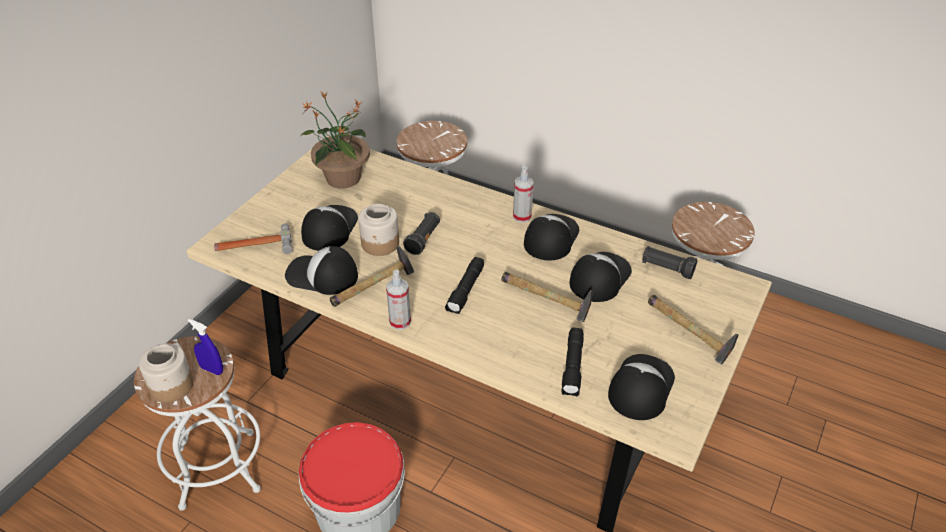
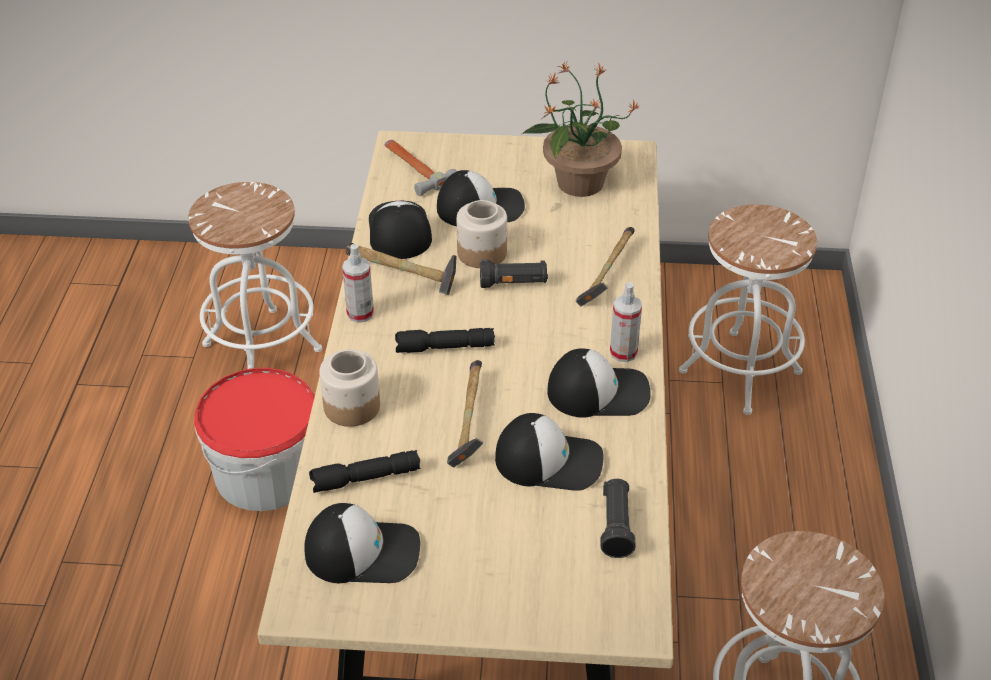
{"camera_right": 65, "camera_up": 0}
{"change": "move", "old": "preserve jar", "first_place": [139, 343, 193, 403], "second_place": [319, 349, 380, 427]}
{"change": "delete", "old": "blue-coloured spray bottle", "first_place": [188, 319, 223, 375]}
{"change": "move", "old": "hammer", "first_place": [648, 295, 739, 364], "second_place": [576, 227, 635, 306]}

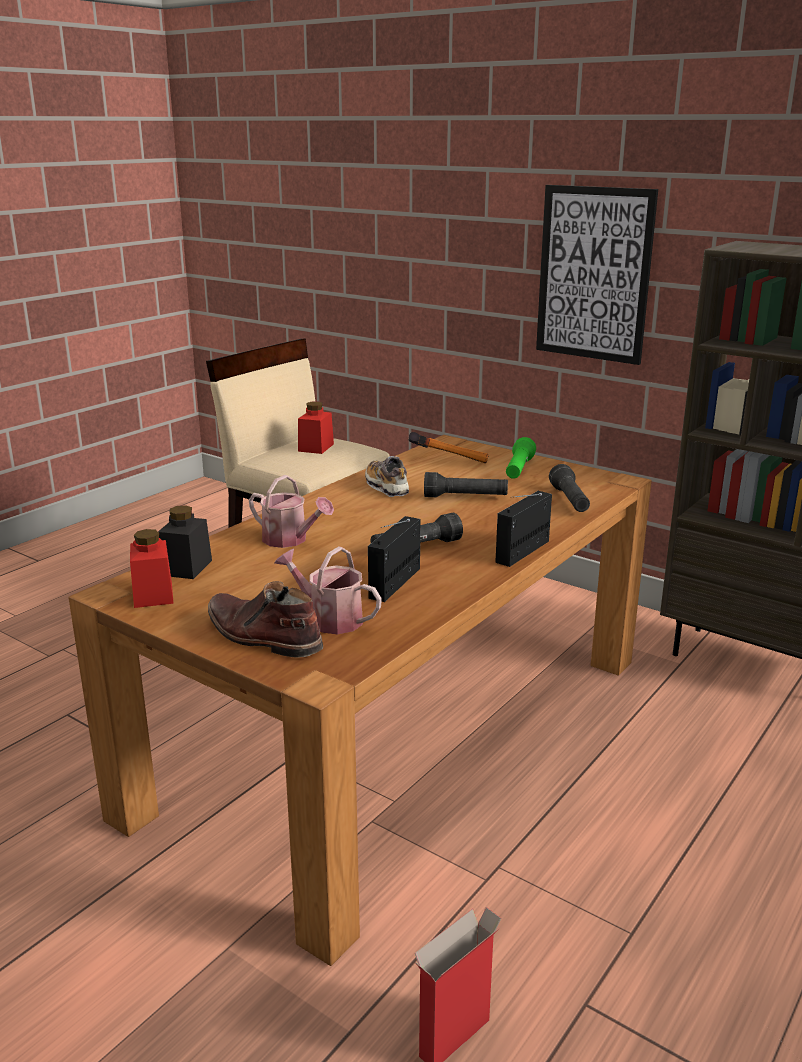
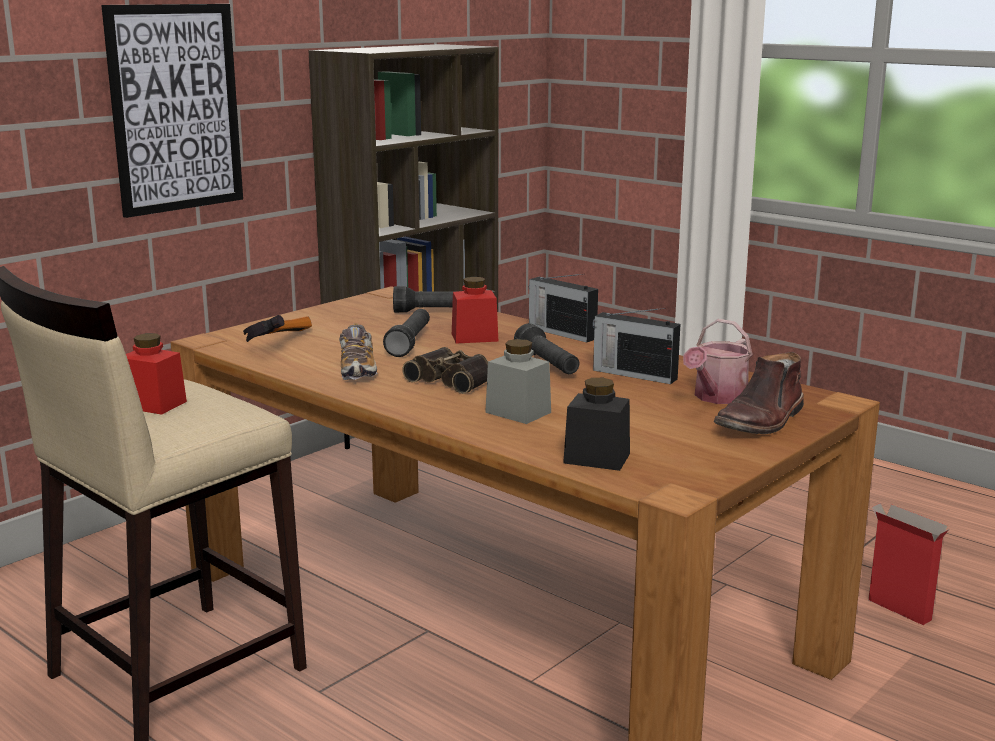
{"camera_right": -85, "camera_up": -5}
{"change": "move", "old": "red-coloured preserve jar", "first_place": [130, 529, 174, 608], "second_place": [452, 277, 499, 344]}
{"change": "replace", "old": "watering pot", "new": "greyish preserve jar", "first_place": [249, 475, 334, 548], "second_place": [485, 339, 551, 424]}
{"change": "rotate", "old": "item of footwear", "first_place": [365, 456, 409, 497], "second_place": [339, 323, 378, 380], "degrees": -75}
{"change": "delete", "old": "greenish hand torch", "first_place": [506, 437, 536, 479]}
{"change": "insert", "new": "field glasses", "second_place": [403, 347, 488, 394]}

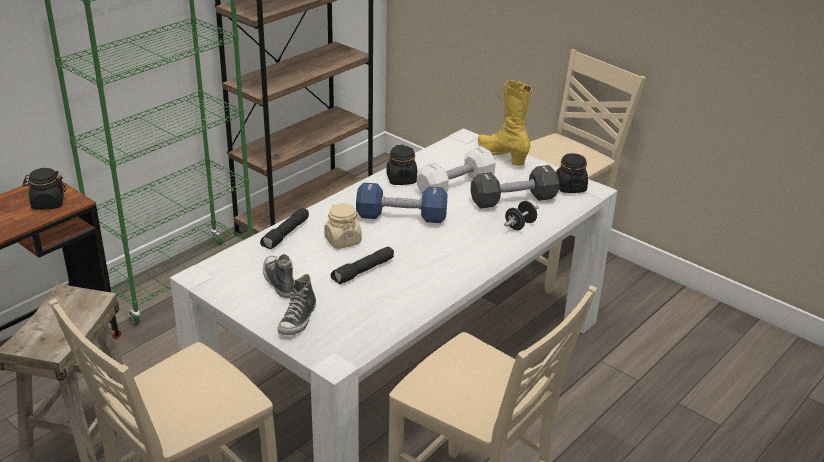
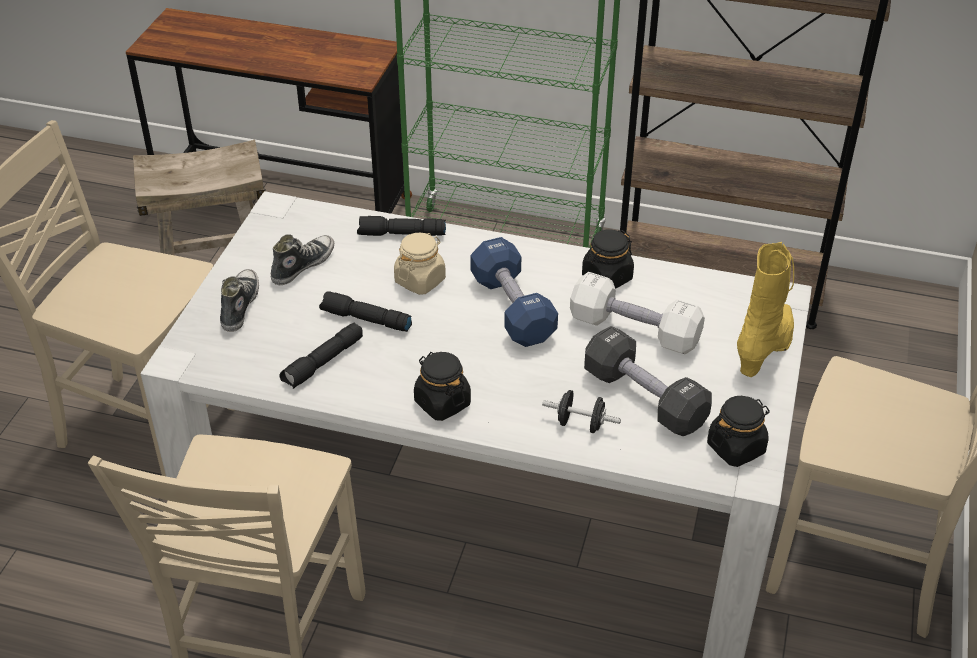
{"camera_right": 65, "camera_up": 10}
{"change": "move", "old": "blackish preserve jar", "first_place": [23, 168, 66, 210], "second_place": [414, 352, 471, 421]}
{"change": "rotate", "old": "item of footwear", "first_place": [278, 274, 316, 335], "second_place": [220, 269, 259, 332], "degrees": 105}
{"change": "insert", "new": "blackish hand torch", "second_place": [279, 323, 363, 389]}

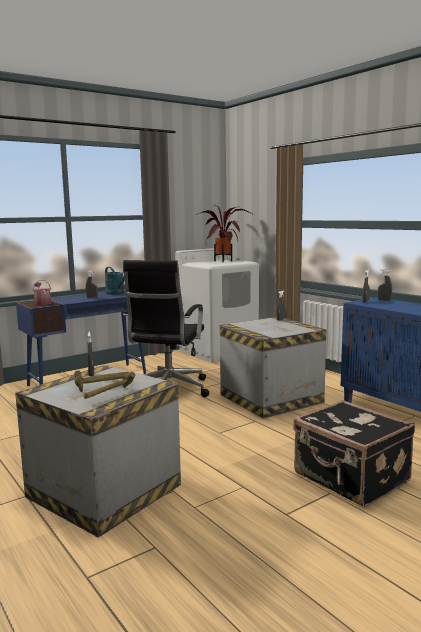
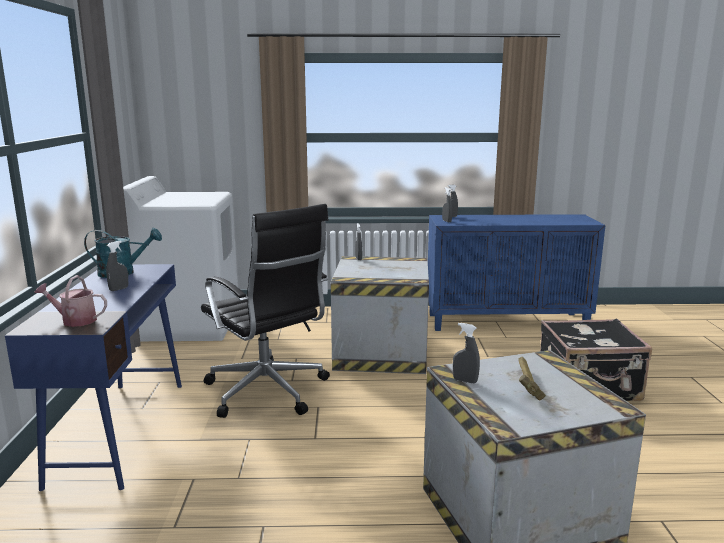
{"camera_right": -55, "camera_up": 5}
{"change": "delete", "old": "hammer", "first_place": [84, 372, 135, 399]}
{"change": "delete", "old": "potted plant", "first_place": [196, 206, 254, 262]}

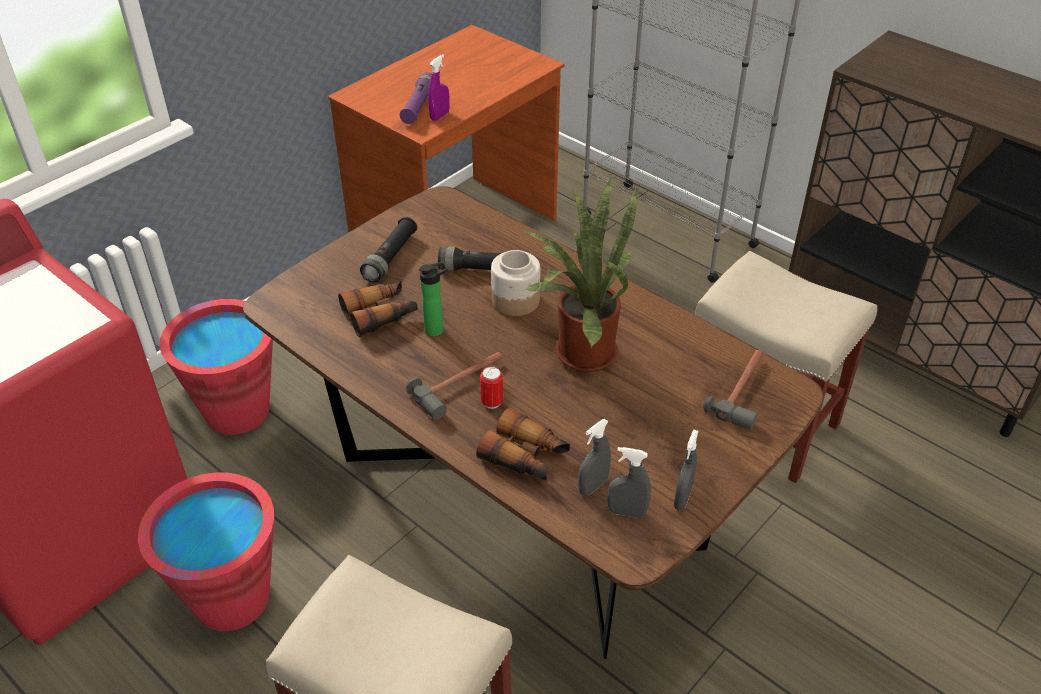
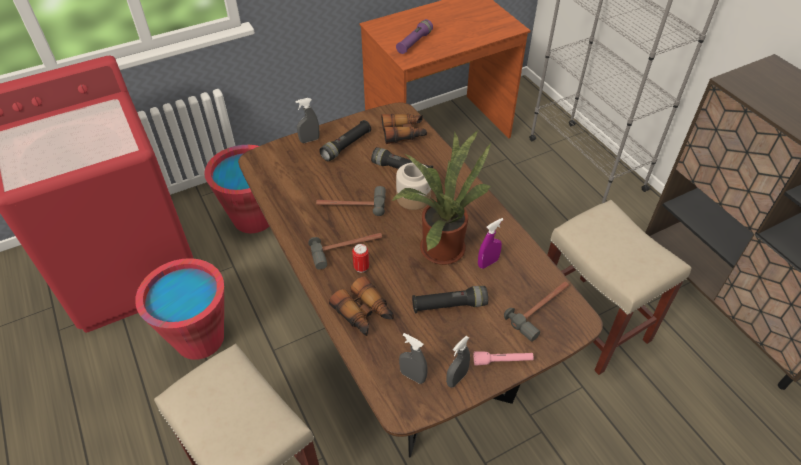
{"camera_right": 20, "camera_up": 5}
{"change": "move", "old": "field glasses", "first_place": [338, 281, 418, 338], "second_place": [381, 114, 427, 144]}
{"change": "replace", "old": "drink bottle", "new": "hammer", "first_place": [419, 261, 448, 336], "second_place": [316, 186, 386, 216]}
{"change": "move", "old": "purple-coloured spray bottle", "first_place": [428, 55, 450, 121], "second_place": [478, 218, 504, 269]}
{"change": "move", "old": "greyish spray bottle", "first_place": [578, 419, 611, 496], "second_place": [296, 98, 320, 143]}
{"change": "insert", "new": "blackish hand torch", "second_place": [412, 286, 488, 314]}
{"change": "insert", "new": "pinkish hand torch", "second_place": [474, 351, 534, 366]}

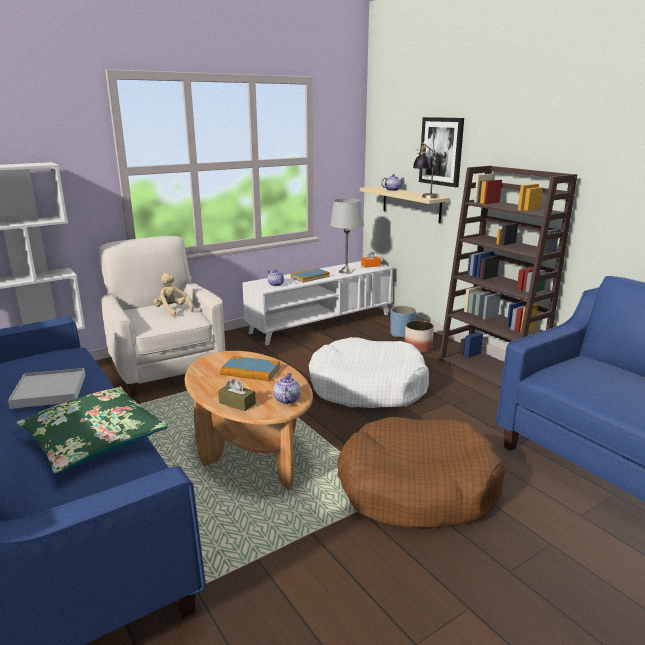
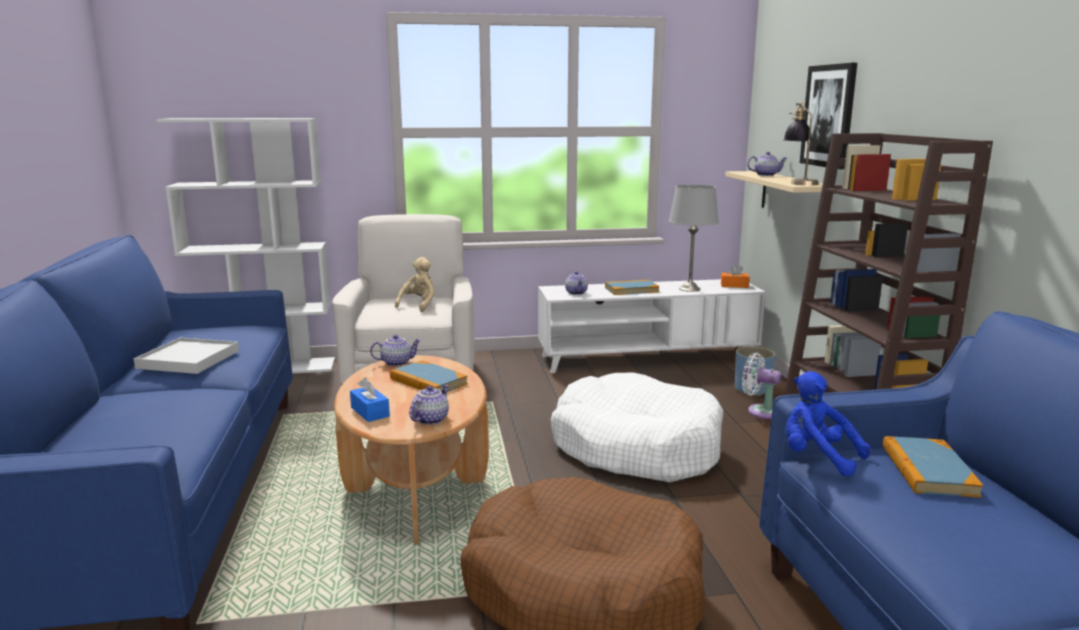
{"camera_right": 25, "camera_up": -5}
{"change": "delete", "old": "greenish throw pillow", "first_place": [16, 386, 169, 474]}
{"change": "rotate", "old": "sand-coloured cuddly toy", "first_place": [153, 273, 194, 317], "second_place": [395, 257, 434, 312], "degrees": 45}
{"change": "recolor", "old": "brown-coloured tissue holder", "new": "blue-coloured tissue holder", "first_place": [218, 379, 256, 411], "second_place": [350, 377, 390, 422]}
{"change": "replace", "old": "plant pot", "new": "whitish cooling fan", "first_place": [404, 321, 434, 353], "second_place": [742, 353, 782, 419]}
{"change": "insert", "new": "pot for tea", "second_place": [370, 335, 421, 367]}
{"change": "insert", "new": "blue-coloured cuddly toy", "second_place": [786, 371, 871, 477]}
{"change": "insert", "new": "bound book", "second_place": [883, 436, 984, 498]}

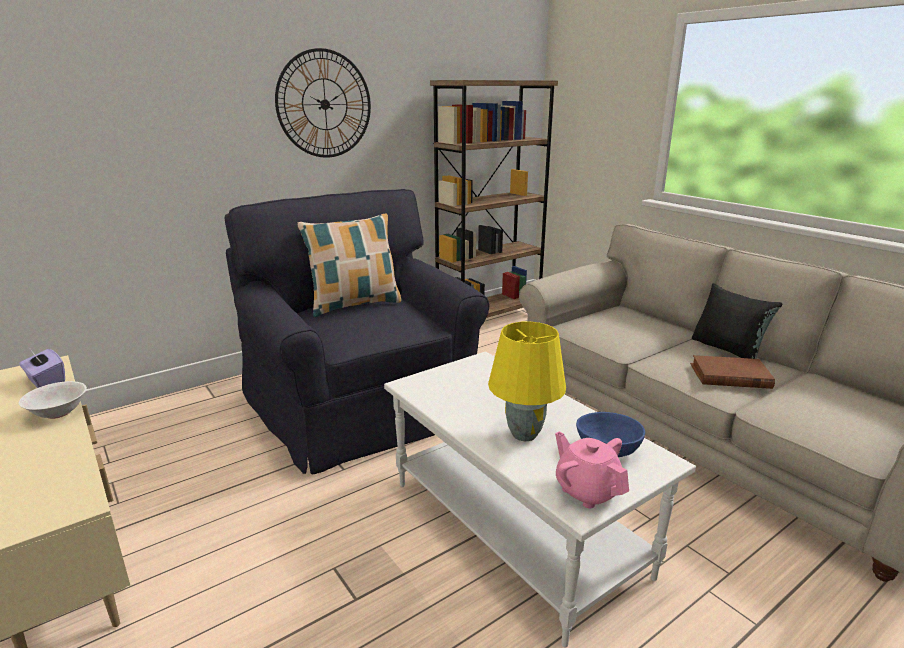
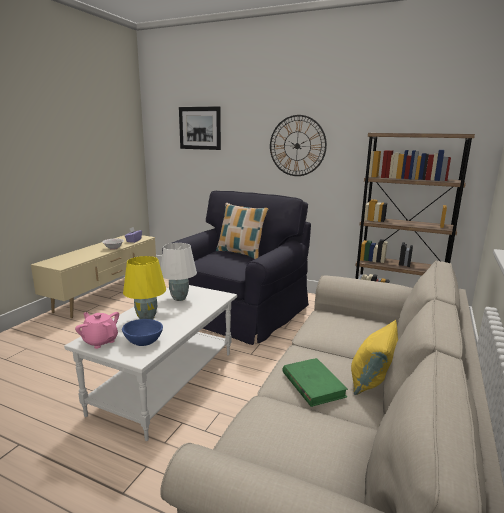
{"camera_right": 60, "camera_up": -5}
{"change": "rotate", "old": "pinkish pot for tea", "first_place": [555, 432, 629, 508], "second_place": [75, 312, 119, 349], "degrees": -75}
{"change": "recolor", "old": "brown-coloured bound book", "new": "greenish bound book", "first_place": [690, 355, 775, 389], "second_place": [282, 358, 348, 407]}
{"change": "recolor", "old": "blackish throw pillow", "new": "yellow throw pillow", "first_place": [692, 283, 782, 359], "second_place": [351, 320, 398, 395]}
{"change": "insert", "new": "whitish tabletop lamp", "second_place": [160, 243, 197, 301]}
{"change": "insert", "new": "wall picture", "second_place": [179, 106, 221, 150]}

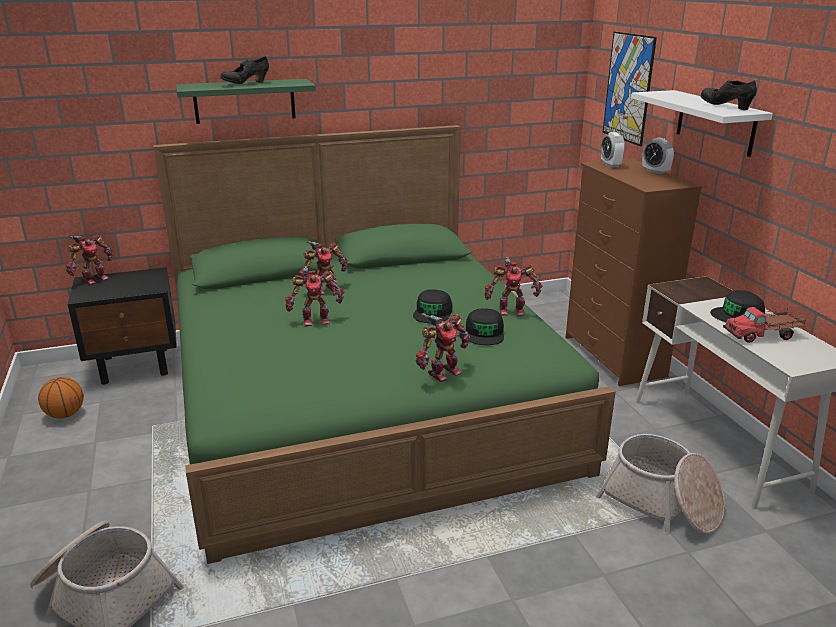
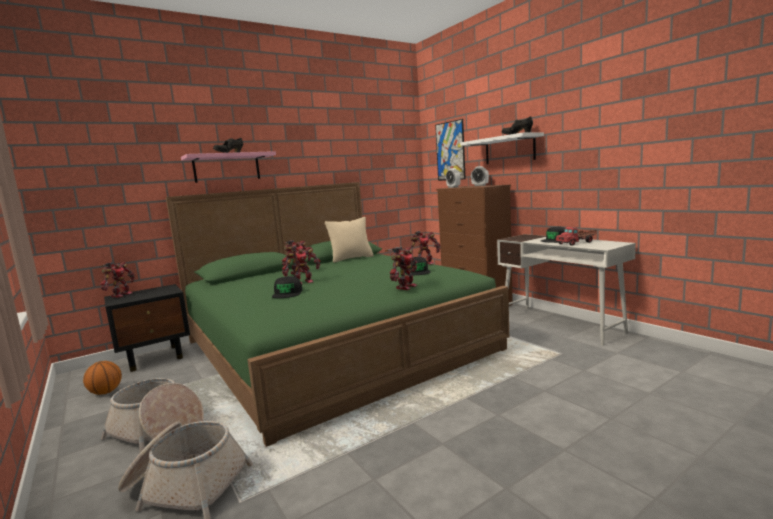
{"camera_right": -15, "camera_up": -15}
{"change": "recolor", "old": "greenish shelf", "new": "pinkish shelf", "first_place": [176, 79, 316, 124], "second_place": [181, 151, 276, 183]}
{"change": "move", "old": "blackish peaked cap", "first_place": [413, 289, 452, 323], "second_place": [272, 276, 302, 298]}
{"change": "move", "old": "storage basket", "first_place": [596, 434, 725, 534], "second_place": [101, 378, 204, 452]}
{"change": "insert", "new": "sand-coloured throw pillow", "second_place": [325, 217, 373, 263]}

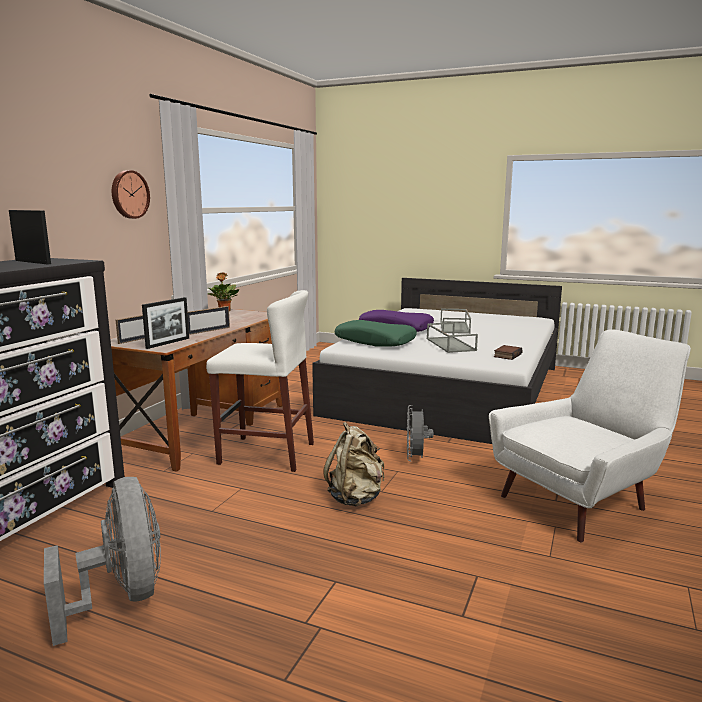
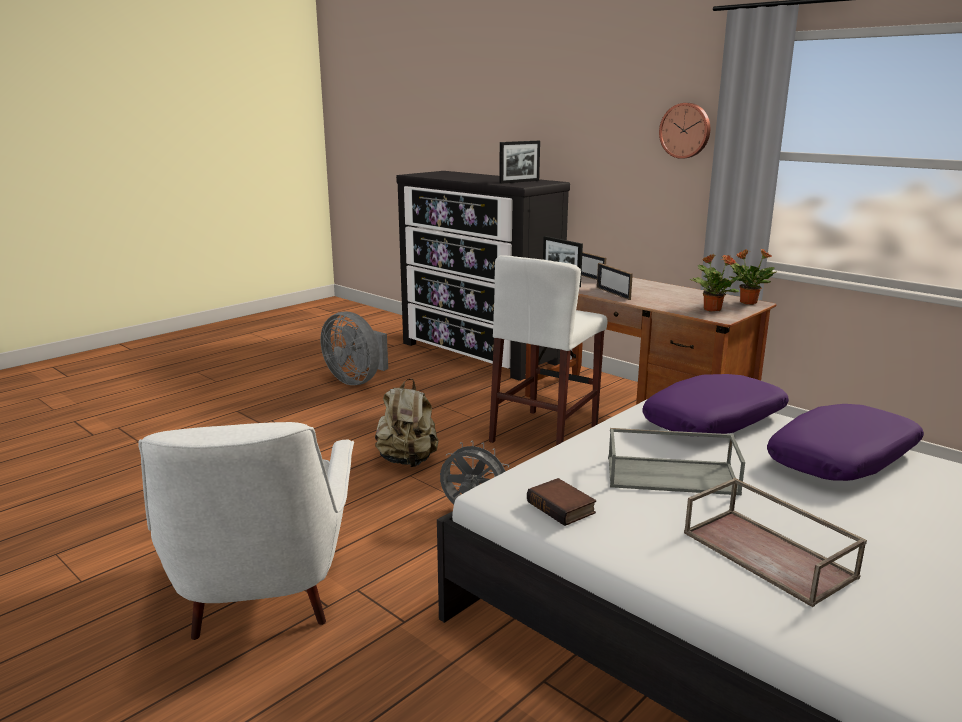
{"camera_right": 110, "camera_up": 5}
{"change": "rotate", "old": "greyish cooling fan", "first_place": [44, 477, 161, 646], "second_place": [320, 311, 388, 385], "degrees": 45}
{"change": "recolor", "old": "greenish throw pillow", "new": "purple-coloured throw pillow", "first_place": [335, 320, 417, 347], "second_place": [642, 374, 789, 434]}
{"change": "delete", "old": "greyish serving tray", "first_place": [440, 309, 471, 334]}
{"change": "insert", "new": "brown-coloured serving tray", "second_place": [684, 478, 867, 607]}
{"change": "insert", "new": "potted plant", "second_place": [689, 254, 744, 312]}

